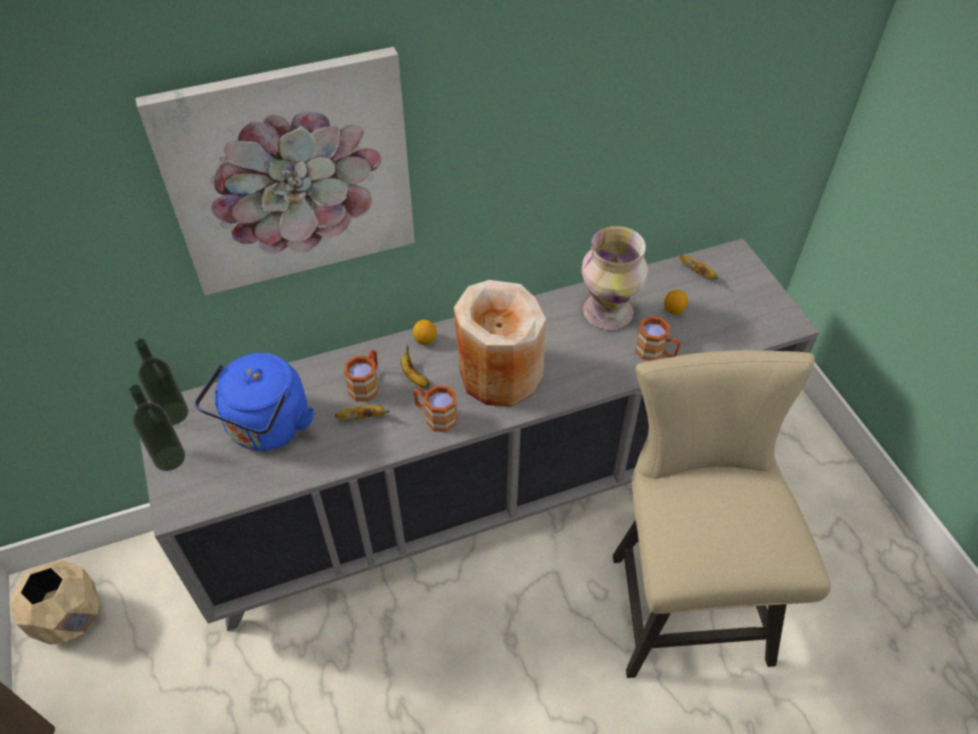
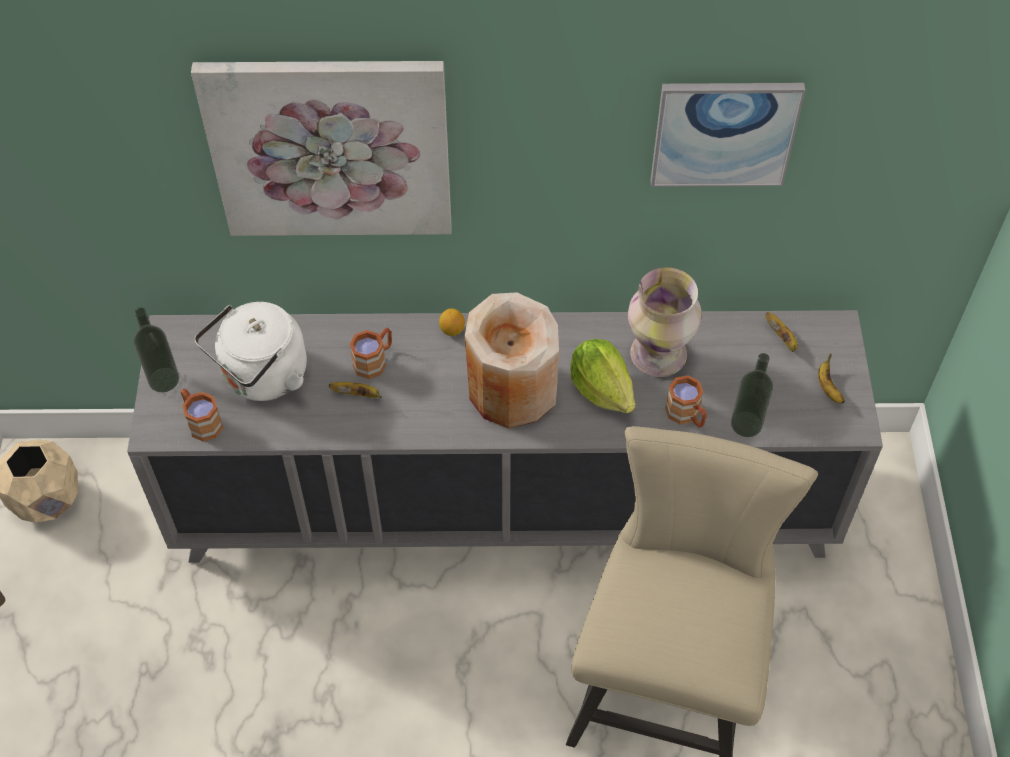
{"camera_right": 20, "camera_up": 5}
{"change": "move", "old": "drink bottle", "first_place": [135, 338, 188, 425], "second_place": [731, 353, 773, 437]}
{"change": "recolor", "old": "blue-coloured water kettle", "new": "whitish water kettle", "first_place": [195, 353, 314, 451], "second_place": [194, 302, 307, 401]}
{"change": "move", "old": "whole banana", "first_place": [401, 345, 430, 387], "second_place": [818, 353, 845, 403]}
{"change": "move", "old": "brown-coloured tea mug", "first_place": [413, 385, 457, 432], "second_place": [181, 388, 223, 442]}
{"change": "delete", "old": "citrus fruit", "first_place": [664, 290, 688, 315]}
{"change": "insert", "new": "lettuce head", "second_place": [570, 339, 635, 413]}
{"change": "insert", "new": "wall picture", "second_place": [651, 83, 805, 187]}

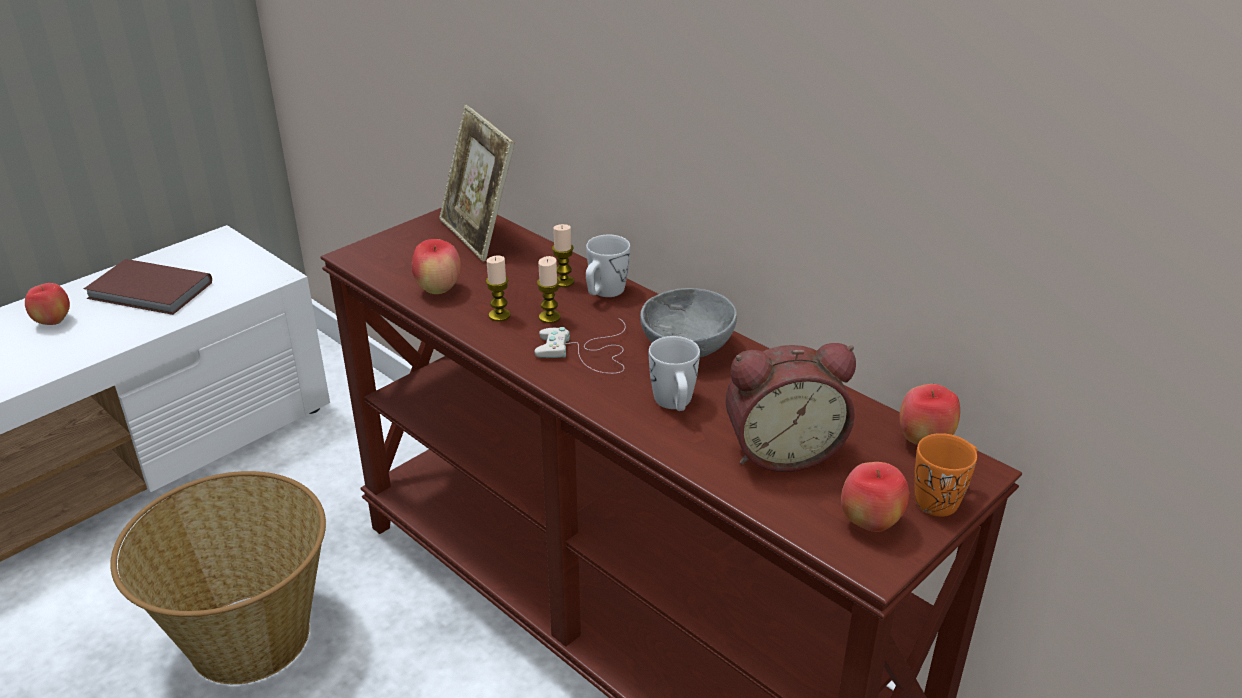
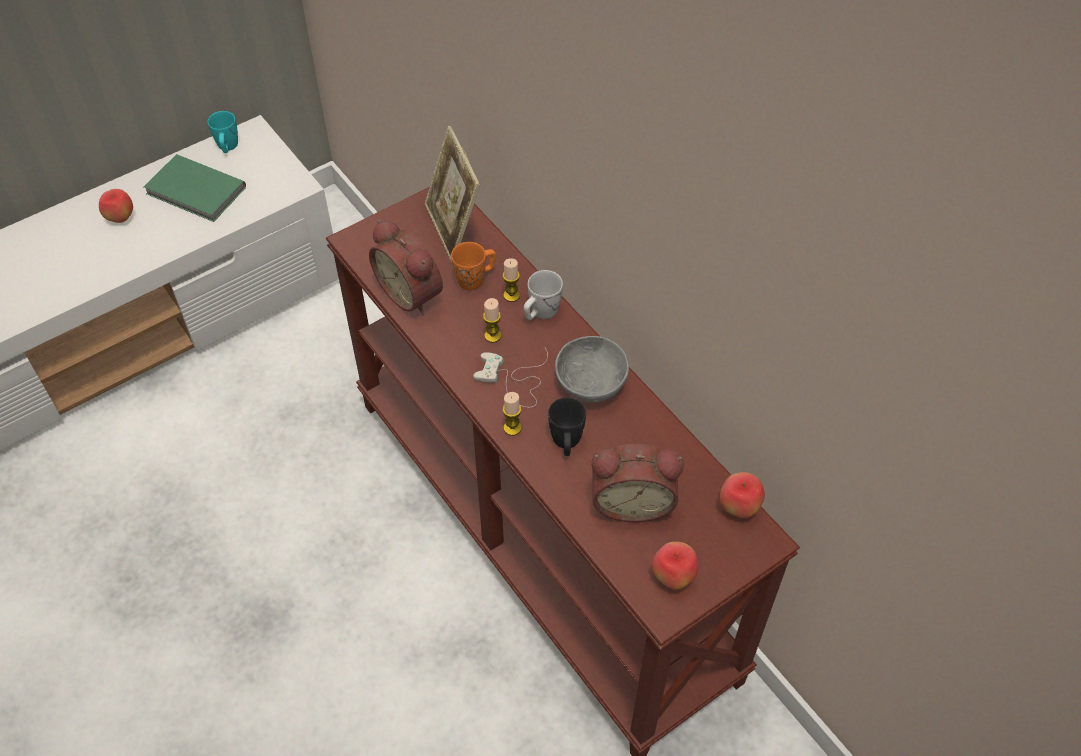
{"camera_right": 10, "camera_up": 20}
{"change": "recolor", "old": "brown-coloured bound book", "new": "greenish bound book", "first_place": [84, 259, 212, 315], "second_place": [144, 154, 246, 222]}
{"change": "delete", "old": "storage basket", "first_place": [110, 471, 326, 684]}
{"change": "replace", "old": "apple", "new": "table clock", "first_place": [412, 239, 461, 294], "second_place": [369, 220, 443, 315]}
{"change": "move", "old": "wax light", "first_place": [486, 256, 511, 321], "second_place": [502, 392, 522, 436]}
{"change": "recolor", "old": "whitish tea mug", "new": "blackish tea mug", "first_place": [649, 336, 700, 411], "second_place": [548, 397, 586, 456]}
{"change": "move", "old": "orange tea mug", "first_place": [914, 433, 977, 517], "second_place": [451, 242, 496, 290]}
{"change": "insert", "new": "turquoise-coloured tea mug", "second_place": [208, 111, 238, 153]}

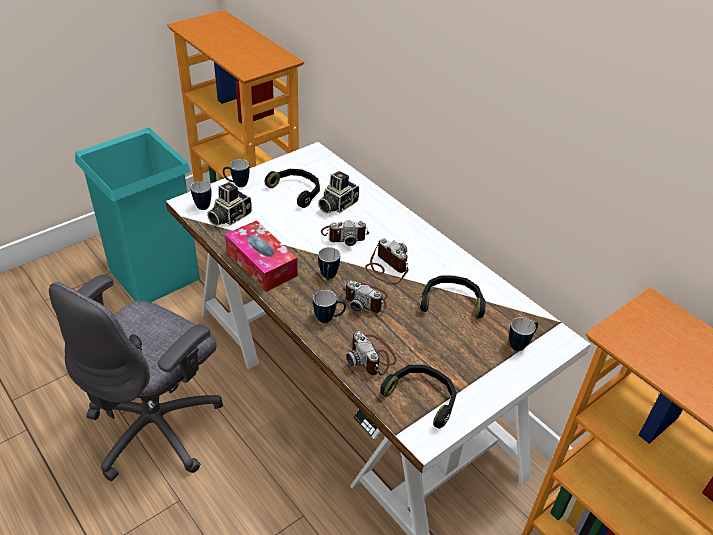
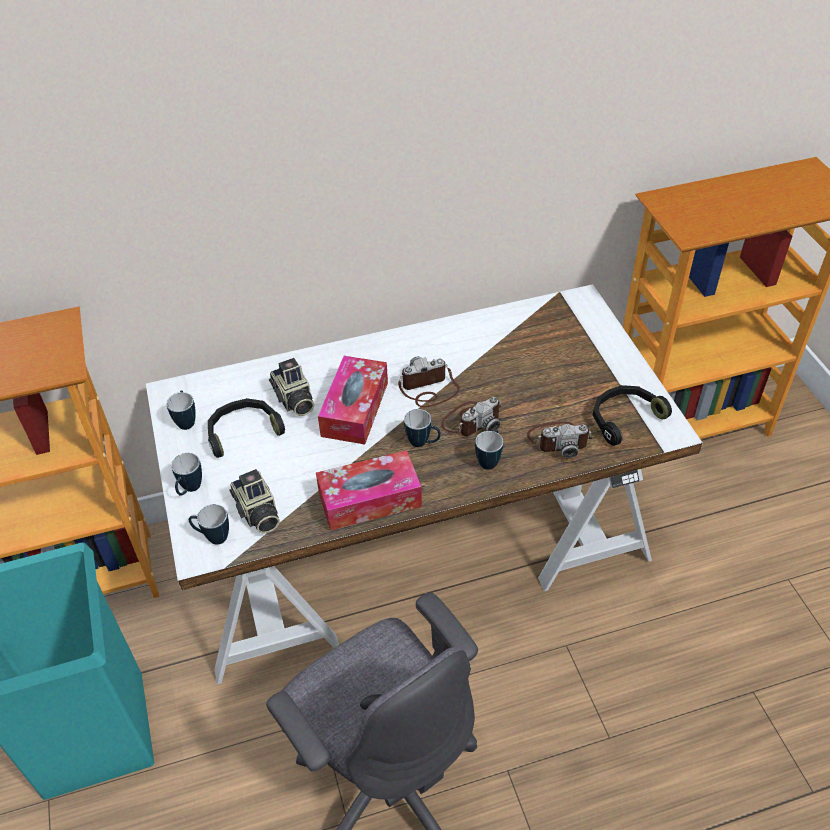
{"camera_right": -65, "camera_up": 5}
{"change": "replace", "old": "photo camera", "new": "tissue holder", "first_place": [321, 220, 369, 246], "second_place": [318, 356, 388, 445]}
{"change": "delete", "old": "blackish headset", "first_place": [420, 275, 486, 318]}
{"change": "move", "old": "tea mug", "first_place": [509, 317, 538, 351], "second_place": [166, 390, 196, 430]}

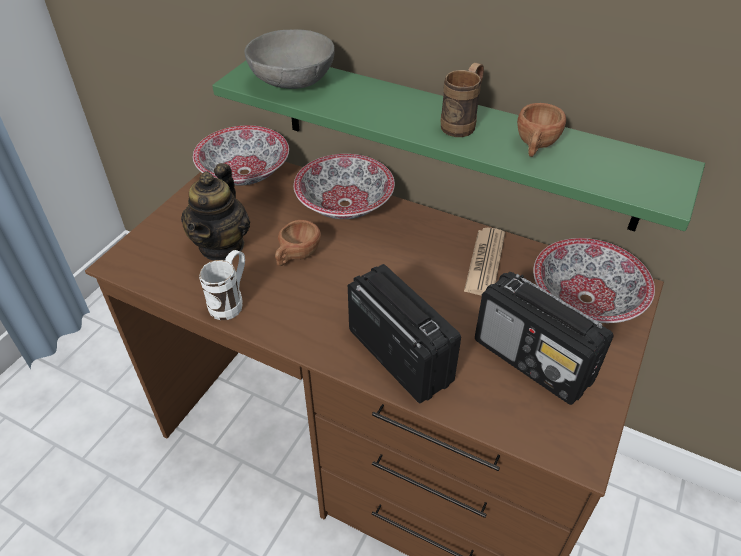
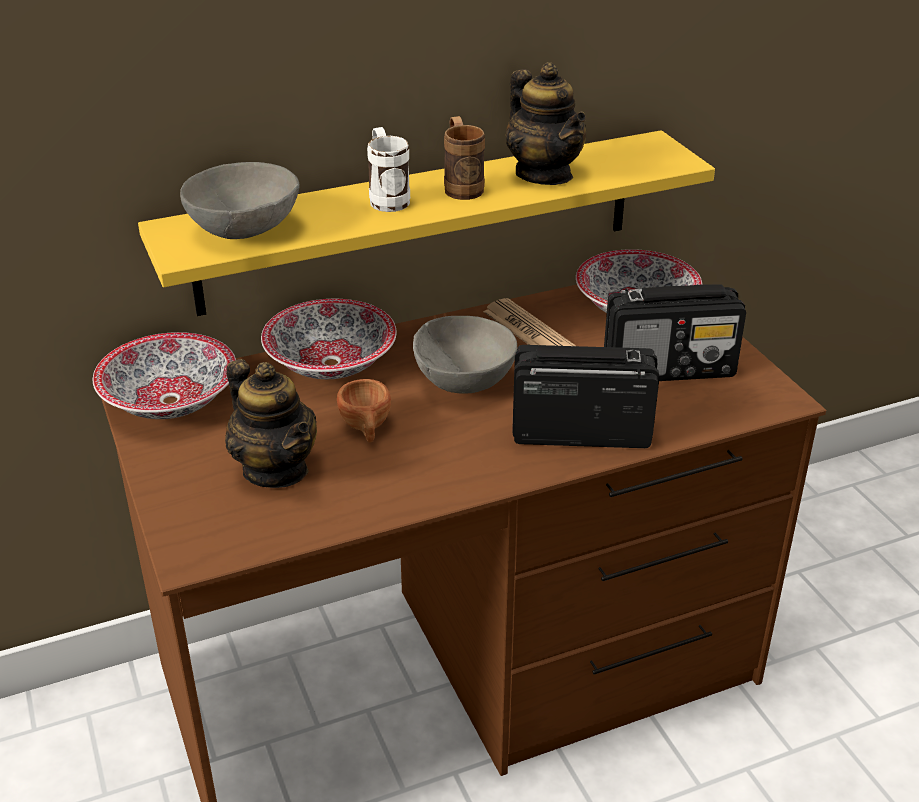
{"camera_right": -50, "camera_up": -10}
{"change": "move", "old": "whitish tea mug", "first_place": [199, 250, 245, 320], "second_place": [367, 127, 410, 212]}
{"change": "recolor", "old": "greenish shelf", "new": "yellow shelf", "first_place": [212, 61, 705, 231], "second_place": [138, 130, 715, 316]}
{"change": "replace", "old": "brown-coloured small cup", "new": "pot for tea", "first_place": [517, 103, 566, 157], "second_place": [506, 62, 586, 185]}
{"change": "insert", "new": "greyish bowl", "second_place": [413, 316, 517, 394]}

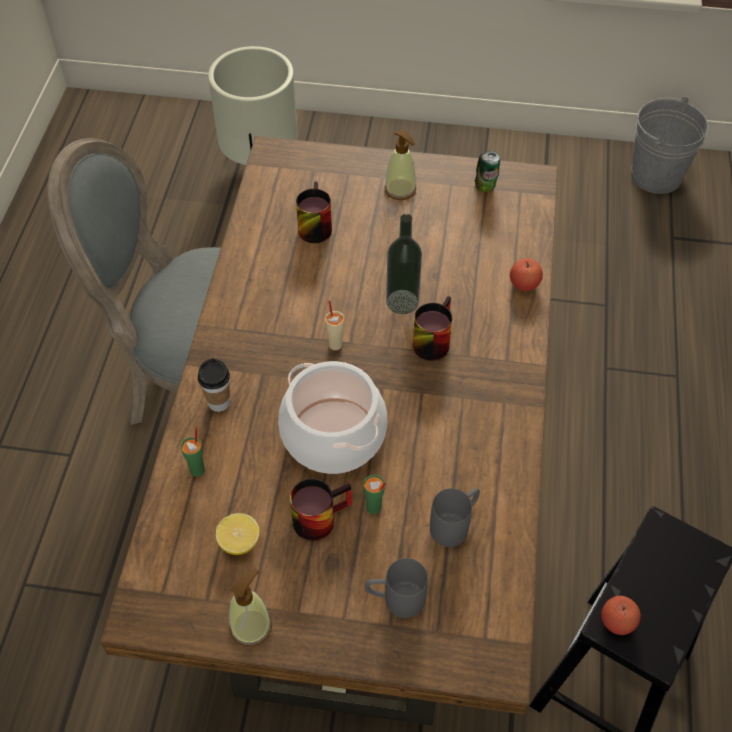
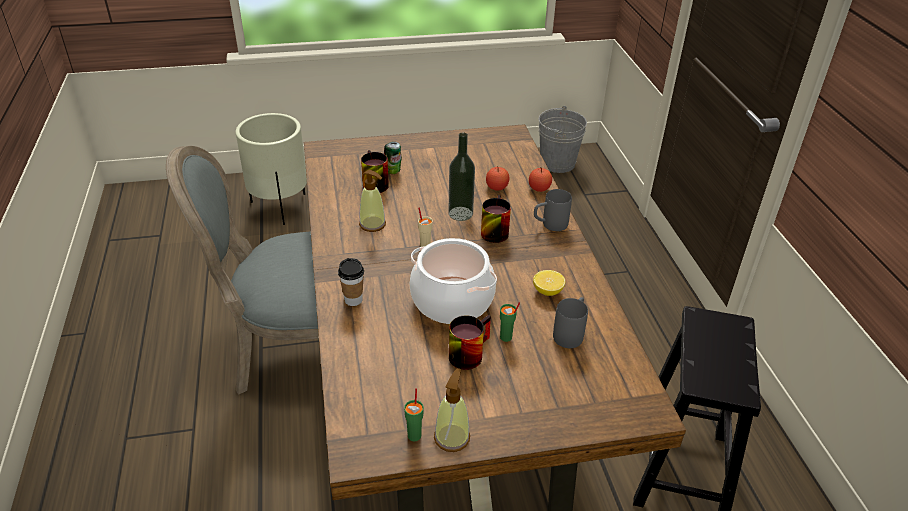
{"camera_right": -20, "camera_up": -15}
{"change": "move", "old": "greenish small cup", "first_place": [181, 427, 205, 477], "second_place": [404, 388, 424, 441]}
{"change": "move", "old": "citrus fruit", "first_place": [216, 513, 260, 555], "second_place": [533, 270, 565, 296]}
{"change": "move", "old": "greyish tea mug", "first_place": [365, 558, 428, 618], "second_place": [534, 189, 572, 231]}
{"change": "move", "old": "liquid soap bottle", "first_place": [385, 129, 416, 200], "second_place": [359, 170, 386, 232]}
{"change": "move", "old": "can", "first_place": [475, 151, 500, 192], "second_place": [384, 142, 402, 174]}
{"change": "move", "old": "apple", "first_place": [601, 596, 641, 635], "second_place": [486, 166, 509, 191]}

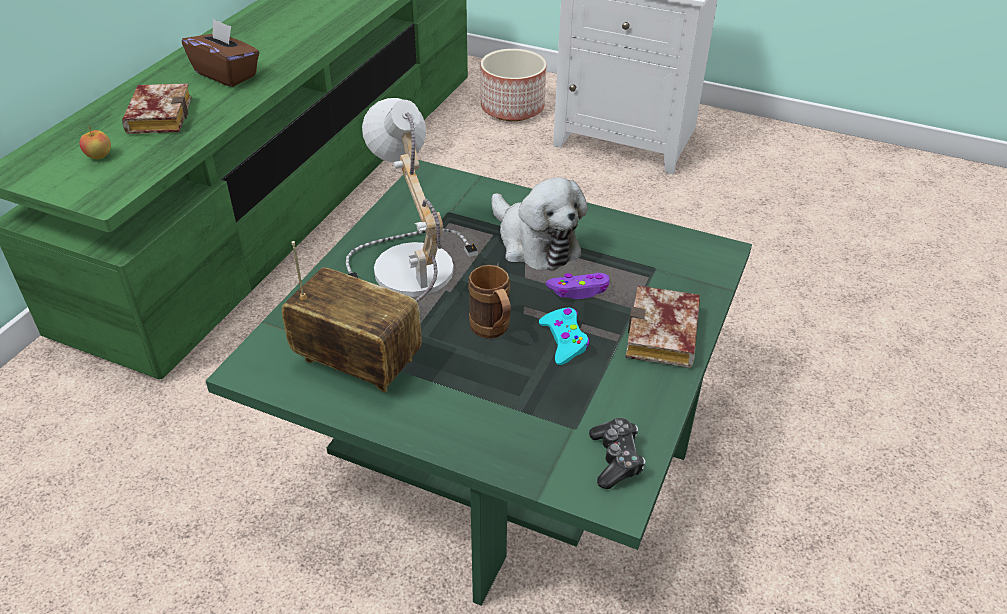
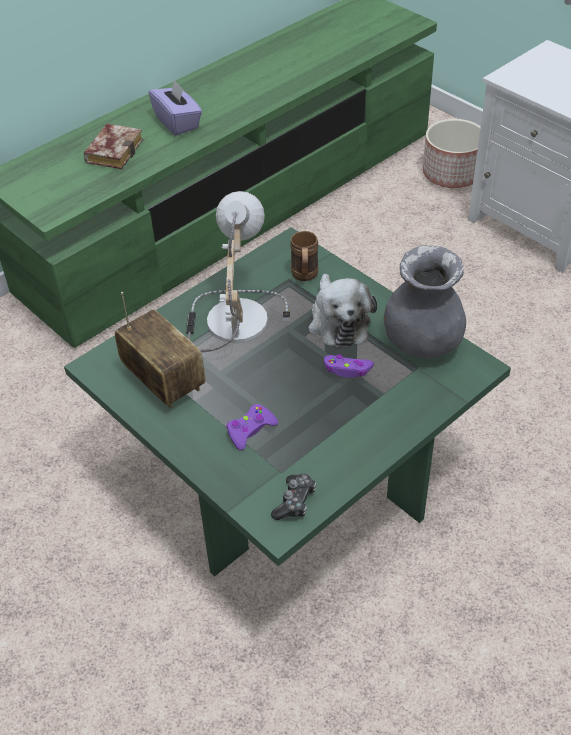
{"camera_right": 25, "camera_up": 5}
{"change": "delete", "old": "apple", "first_place": [79, 126, 111, 159]}
{"change": "recolor", "old": "brown-coloured tissue holder", "new": "purple-coloured tissue holder", "first_place": [182, 18, 260, 87], "second_place": [149, 79, 202, 136]}
{"change": "move", "old": "brown-coloured tea mug", "first_place": [468, 265, 511, 339], "second_place": [290, 231, 318, 281]}
{"change": "delete", "old": "turquoise-coloured joypad", "first_place": [539, 308, 590, 365]}
{"change": "delete", "old": "bound book", "first_place": [625, 286, 700, 368]}
{"change": "insert", "new": "purple-coloured joypad", "second_place": [226, 404, 278, 450]}
{"change": "insert", "new": "greyish decorative vase", "second_place": [384, 245, 466, 358]}

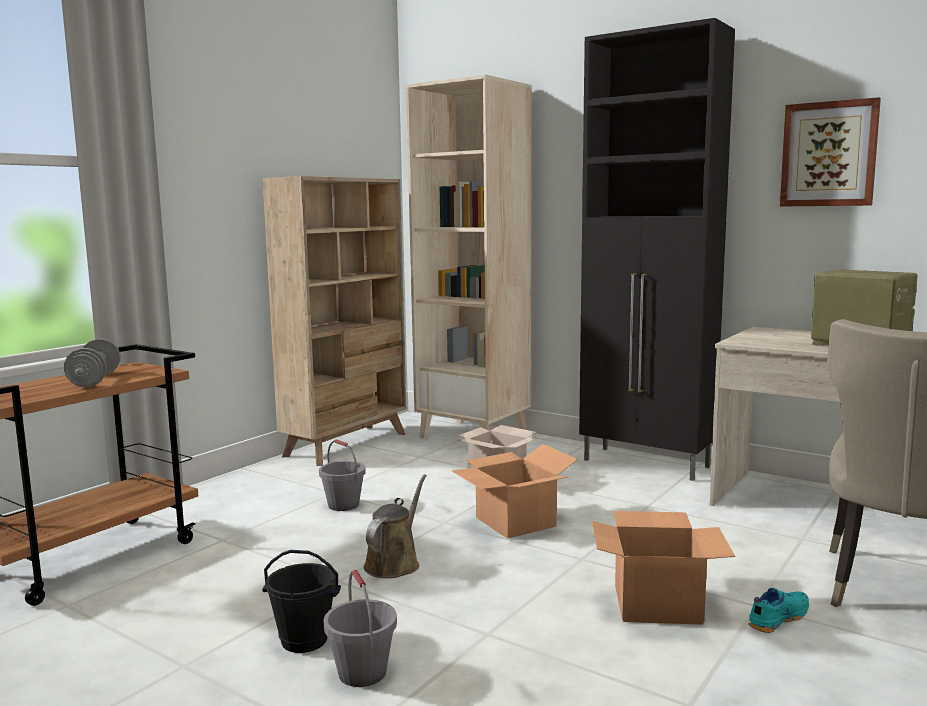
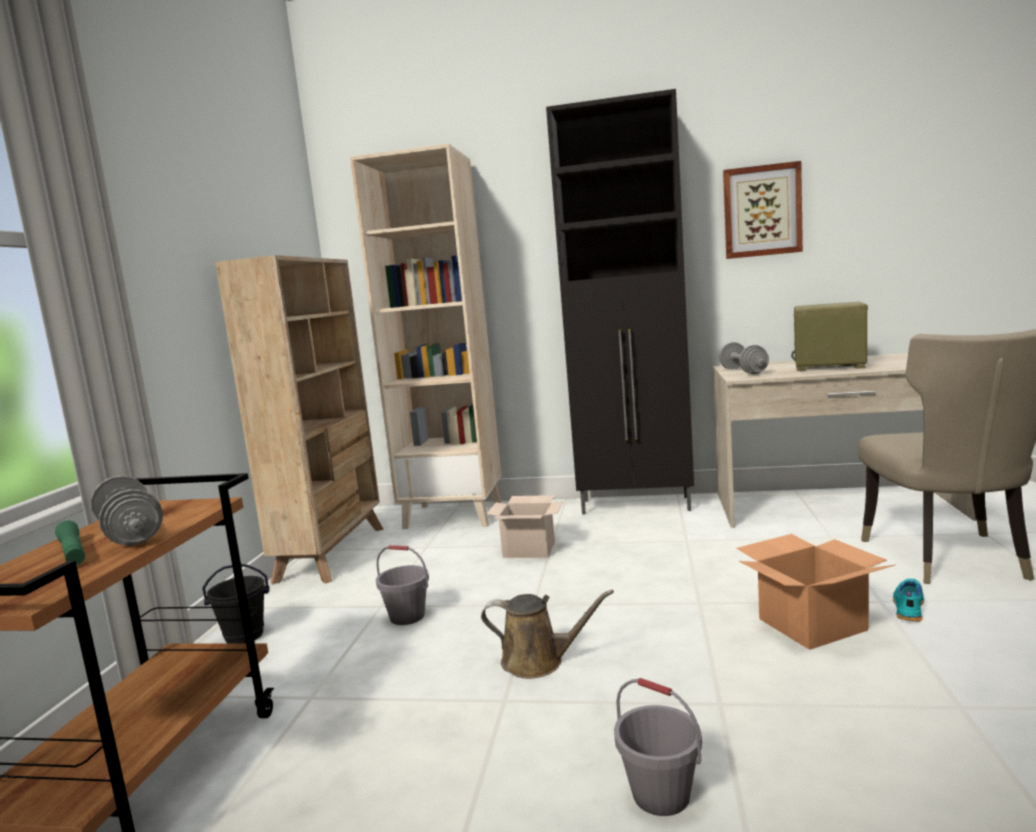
{"camera_right": -25, "camera_up": 0}
{"change": "move", "old": "blackish water bucket", "first_place": [262, 550, 341, 653], "second_place": [202, 564, 270, 644]}
{"change": "rotate", "old": "brown-coloured watering pot", "first_place": [363, 474, 427, 578], "second_place": [481, 590, 614, 679], "degrees": 105}
{"change": "delete", "old": "cardboard box", "first_place": [451, 444, 578, 539]}
{"change": "insert", "new": "greenish hand torch", "second_place": [55, 520, 85, 565]}
{"change": "insert", "new": "greyish dumbbell", "second_place": [719, 342, 769, 374]}

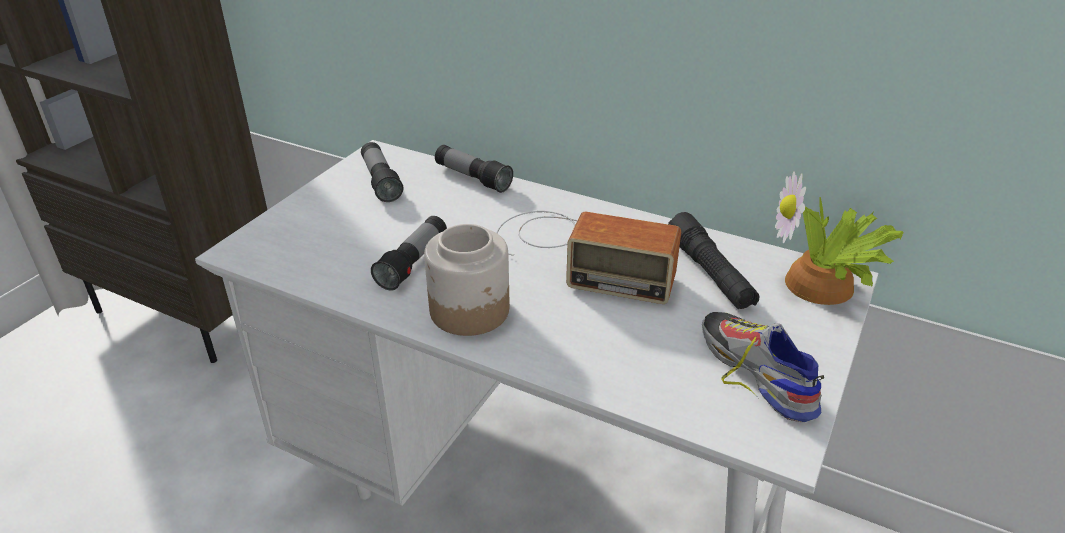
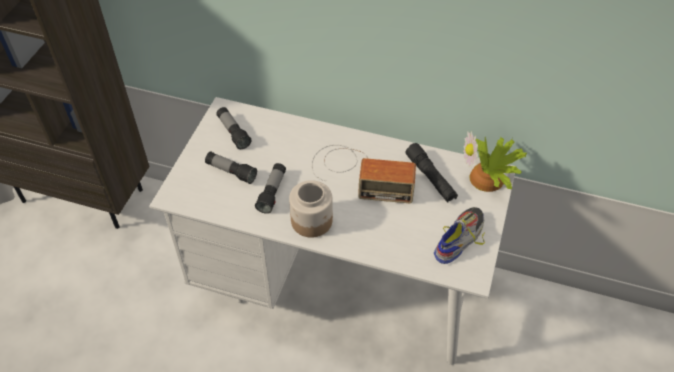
{"camera_right": -10, "camera_up": 15}
{"change": "move", "old": "hand torch", "first_place": [435, 145, 513, 193], "second_place": [205, 152, 257, 184]}
{"change": "rotate", "old": "item of footwear", "first_place": [702, 312, 824, 422], "second_place": [434, 207, 486, 264], "degrees": 75}

